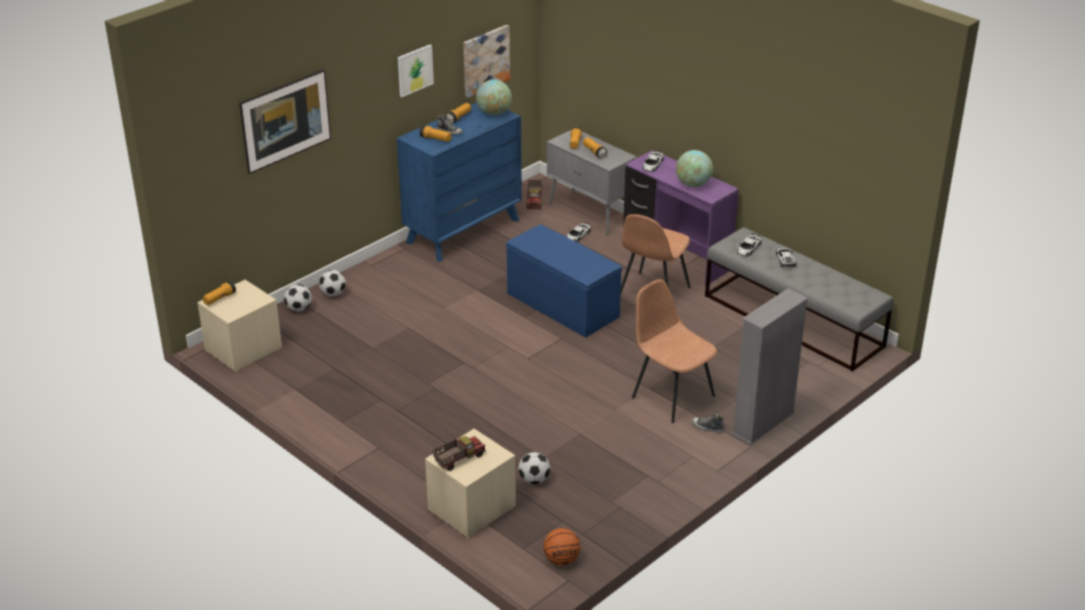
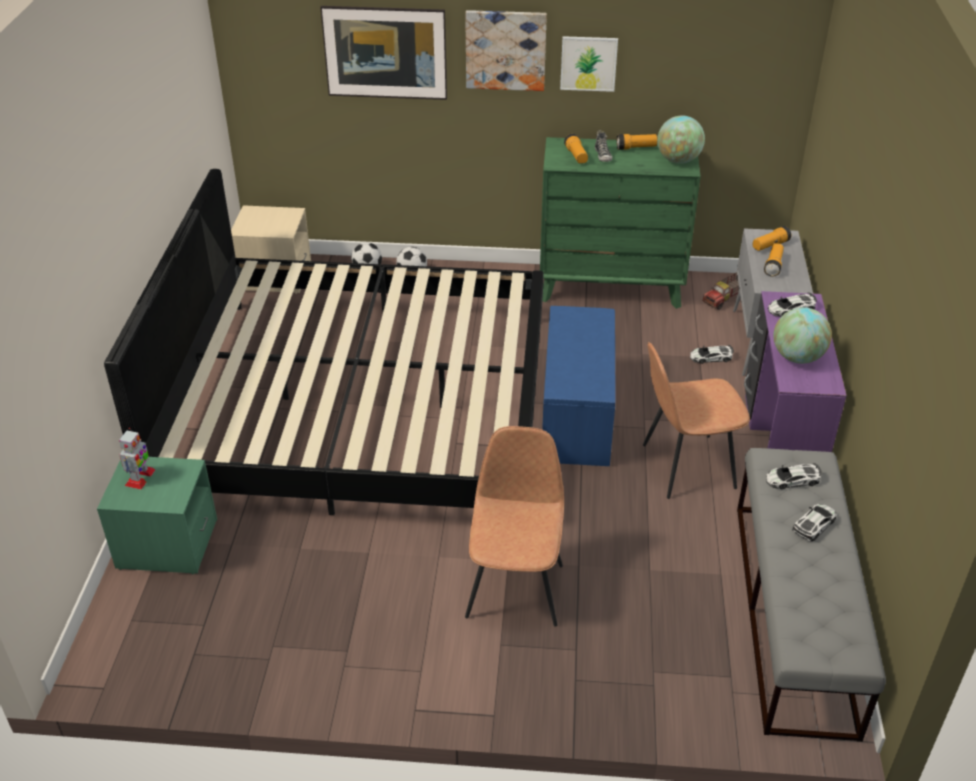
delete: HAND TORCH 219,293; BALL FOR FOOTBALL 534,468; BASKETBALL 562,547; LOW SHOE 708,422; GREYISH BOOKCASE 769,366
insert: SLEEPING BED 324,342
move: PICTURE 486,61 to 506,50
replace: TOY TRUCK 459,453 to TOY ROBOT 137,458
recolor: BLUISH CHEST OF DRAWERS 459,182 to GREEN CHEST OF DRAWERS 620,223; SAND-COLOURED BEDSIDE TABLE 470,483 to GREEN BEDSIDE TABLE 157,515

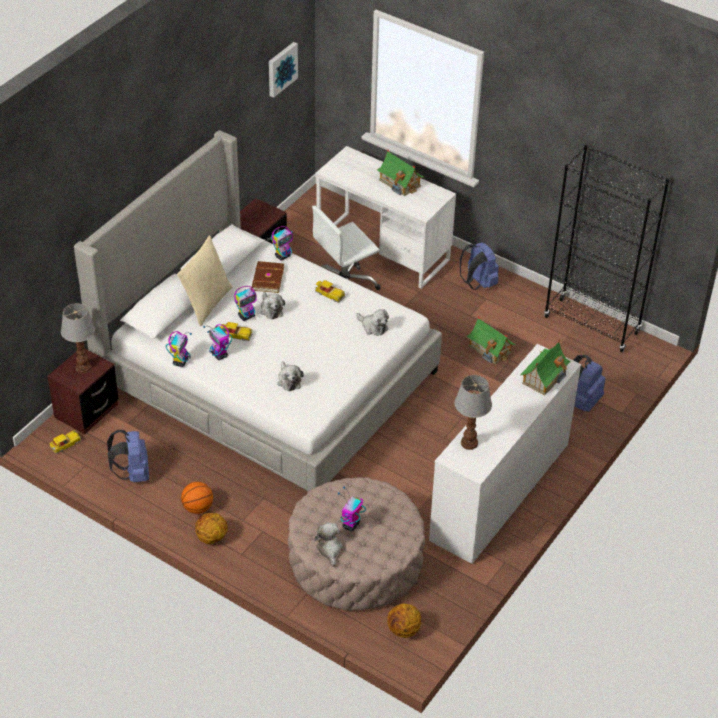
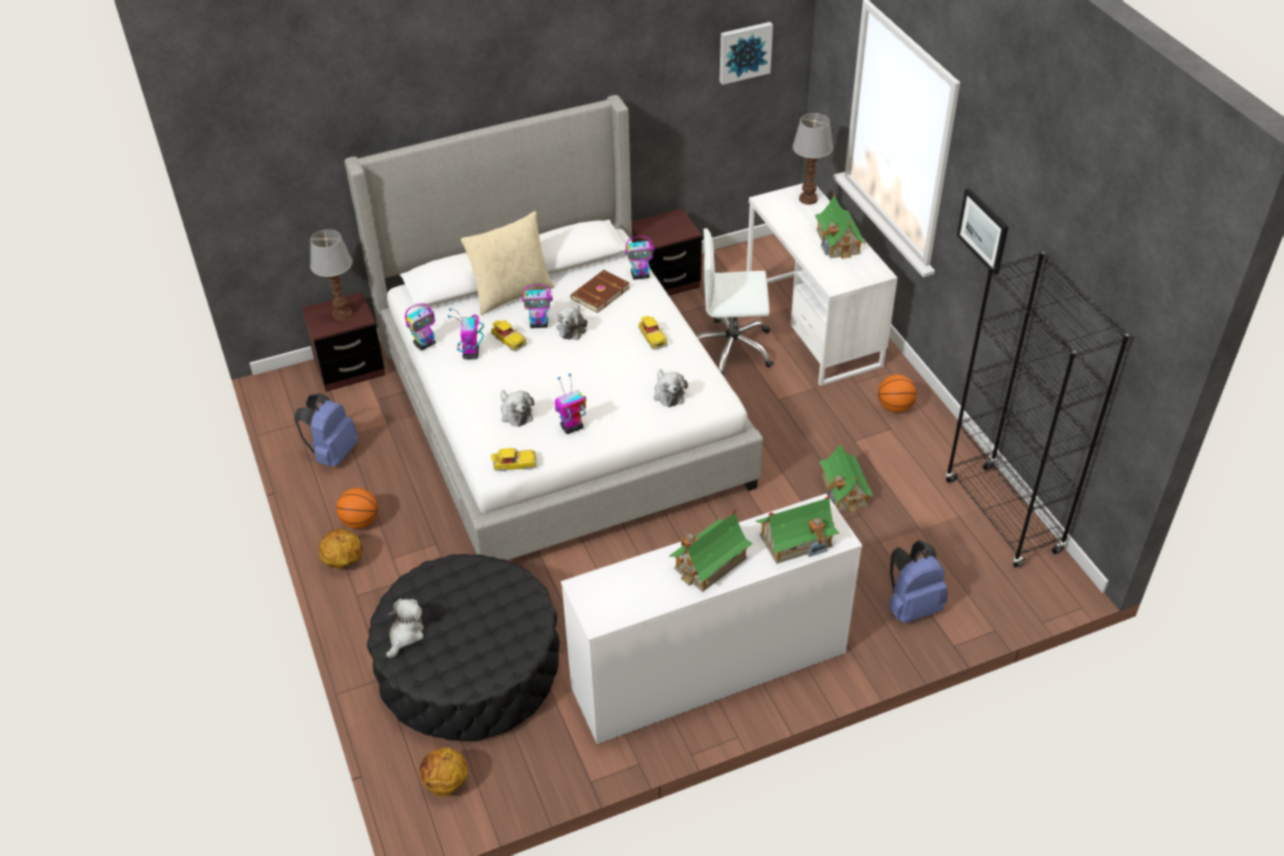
insert: MODEL HOUSE 711,551; PICTURE 982,231
move: MODEL CAR 65,441 to 514,459; TOY ROBOT 352,509 to 570,404; TABLETOP LAMP 473,412 to 812,159
replace: BLUISH RUCKSACK 479,266 to BASKETBALL 897,394
recolor: SAND-COLOURED POUFFE 356,544 to BLACK POUFFE 463,647
rotate: SOFT TOY 290,376 = 517,408 45 degrees counterclockwise

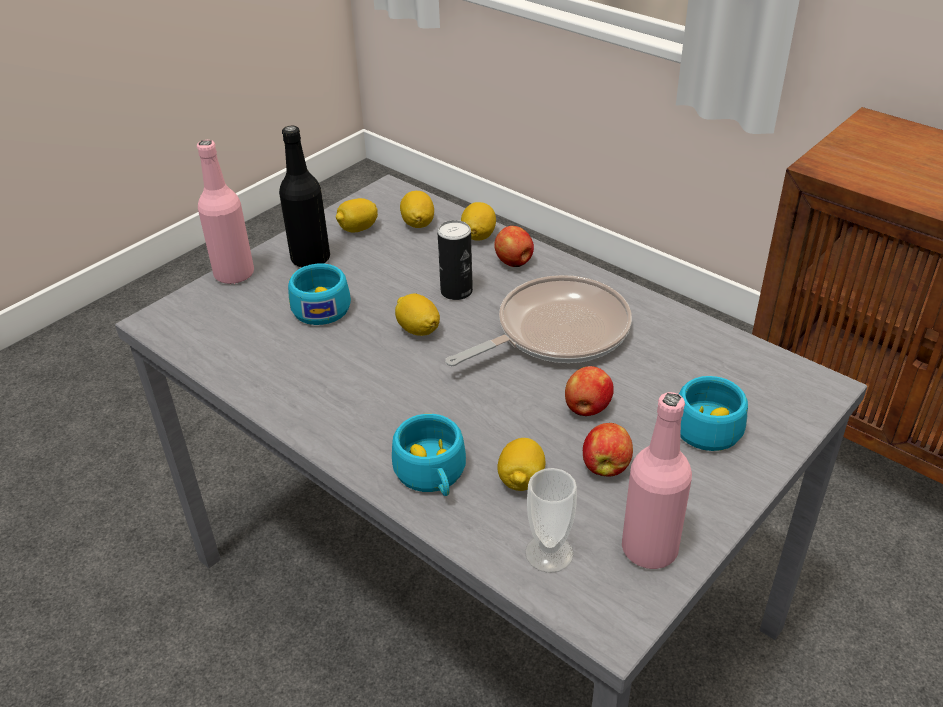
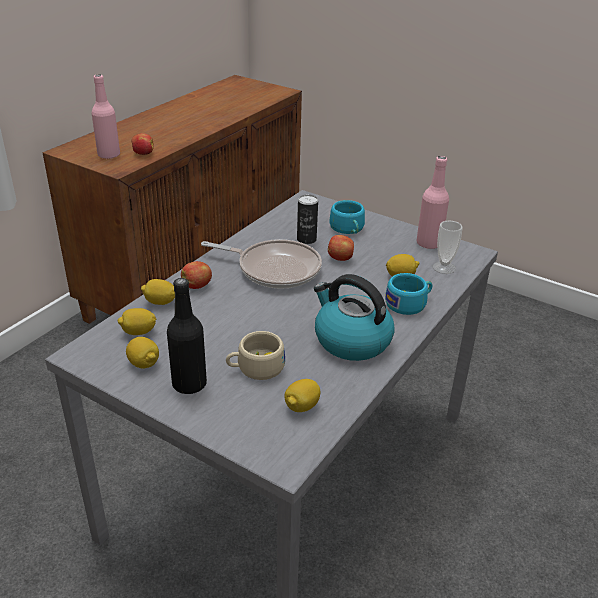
insert: KETTLE 354,317
move: PINK DRINK BOTTLE 225,212 to 106,116; WHOLE LEMON 417,315 to 302,395; METAL CAN 455,260 to 307,219; APPLE FRUIT 608,449 to 142,144
recolor: TURQUOISE SMALL CUP 319,294 to SAND-COLOURED SMALL CUP 255,355
rotate: SKILLET 538,321 = 261,264 150 degrees clockwise

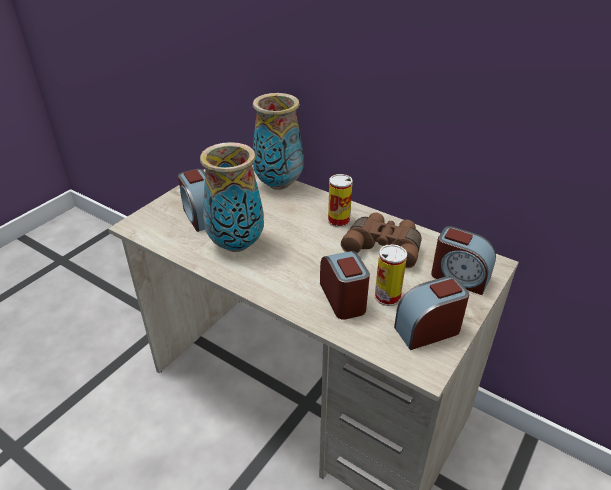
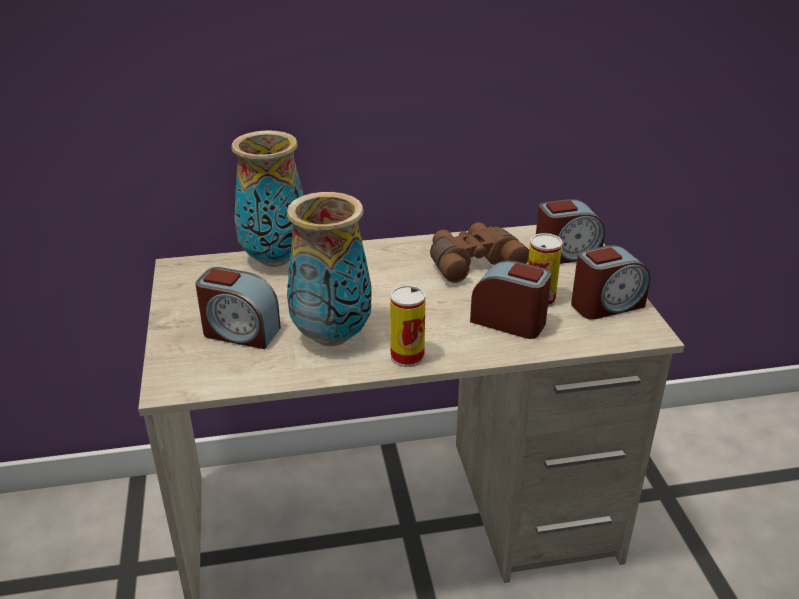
move: METAL CAN 340,200 to 408,326
rotate: TABLE CLOCK 431,313 = 610,282 135 degrees counterclockwise

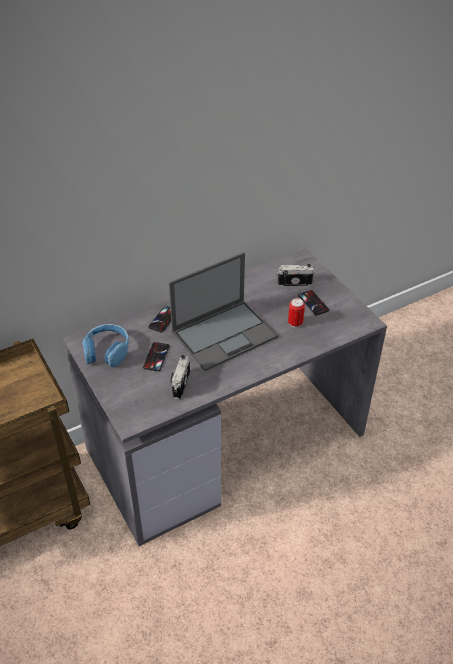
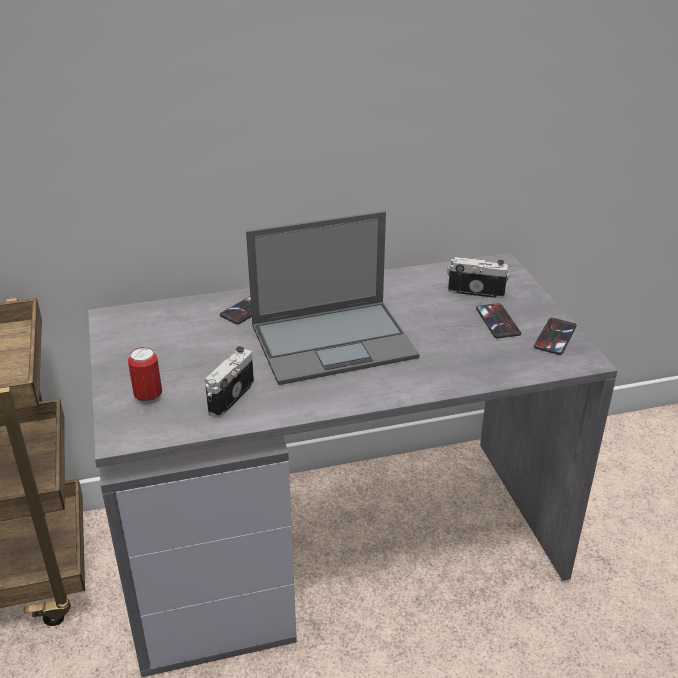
delete: BLUISH HEADSET 106,345
move: PHONE 156,356 to 555,336; METAL CAN 296,313 to 145,375

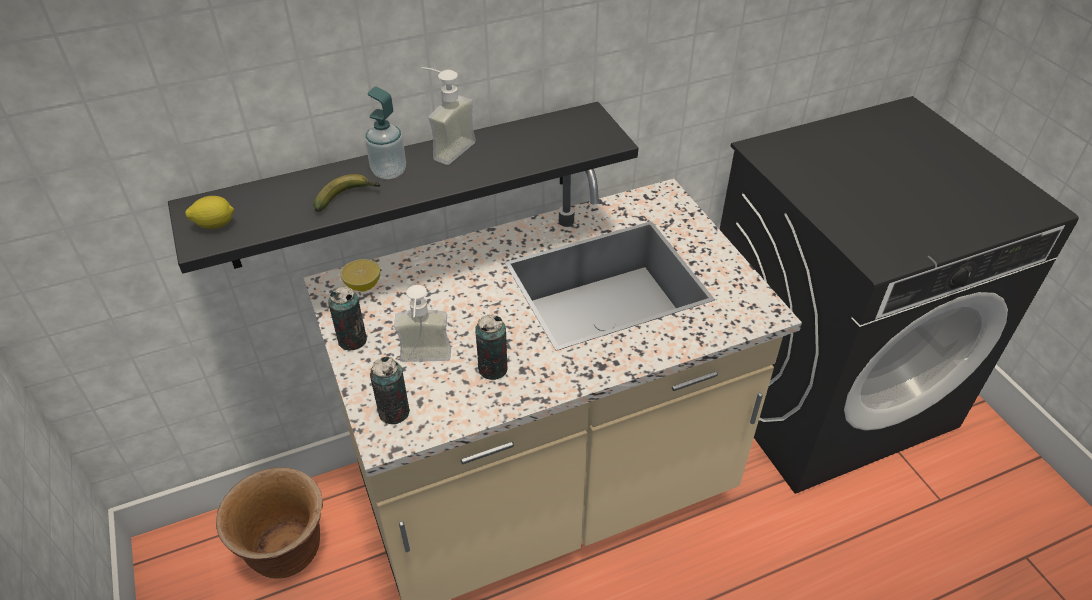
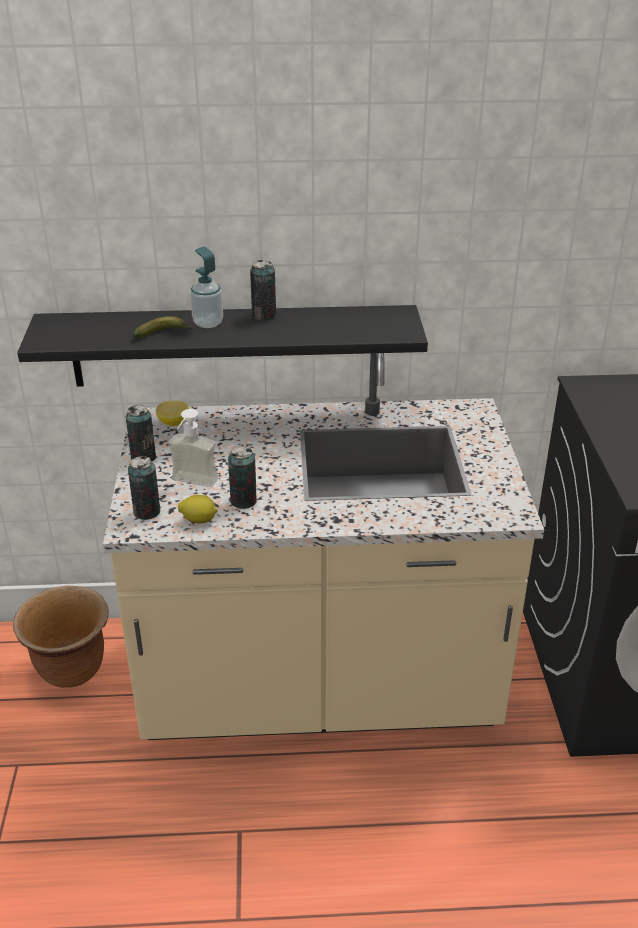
move: WHOLE LEMON 209,212 to 198,509
replace: SOAP DISPENSER 448,116 to METAL CAN 263,290

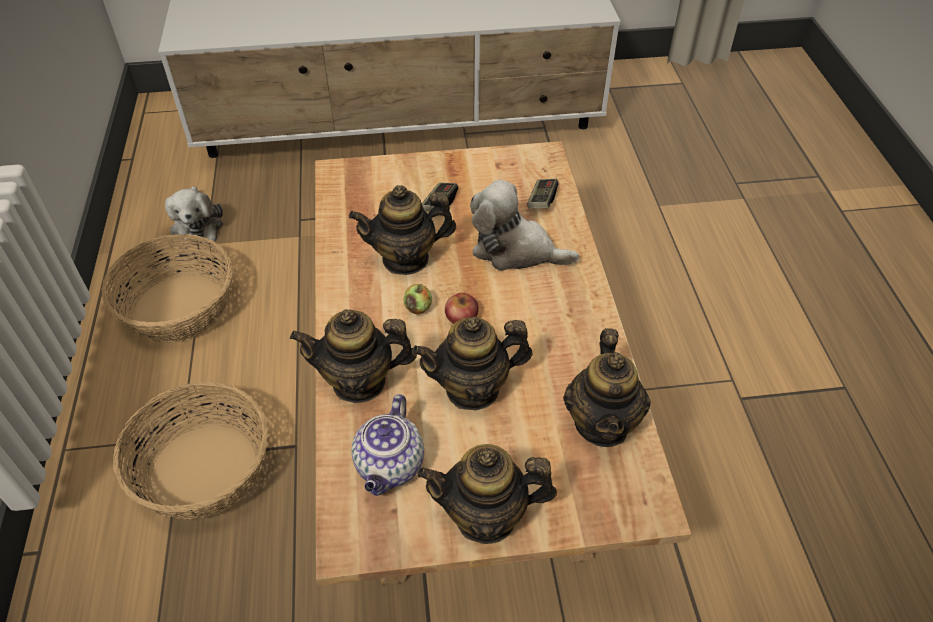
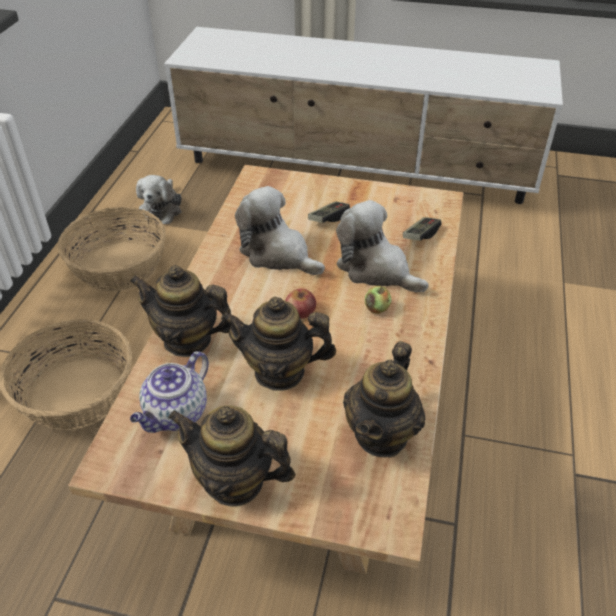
move: APPLE FRUIT 418,299 to 378,300
replace: POT FOR TEA 402,230 to SOFT TOY 280,230

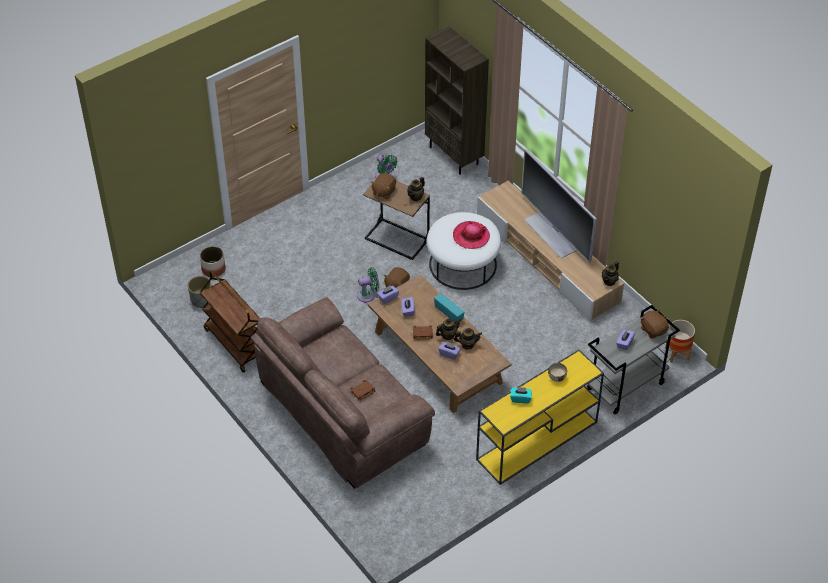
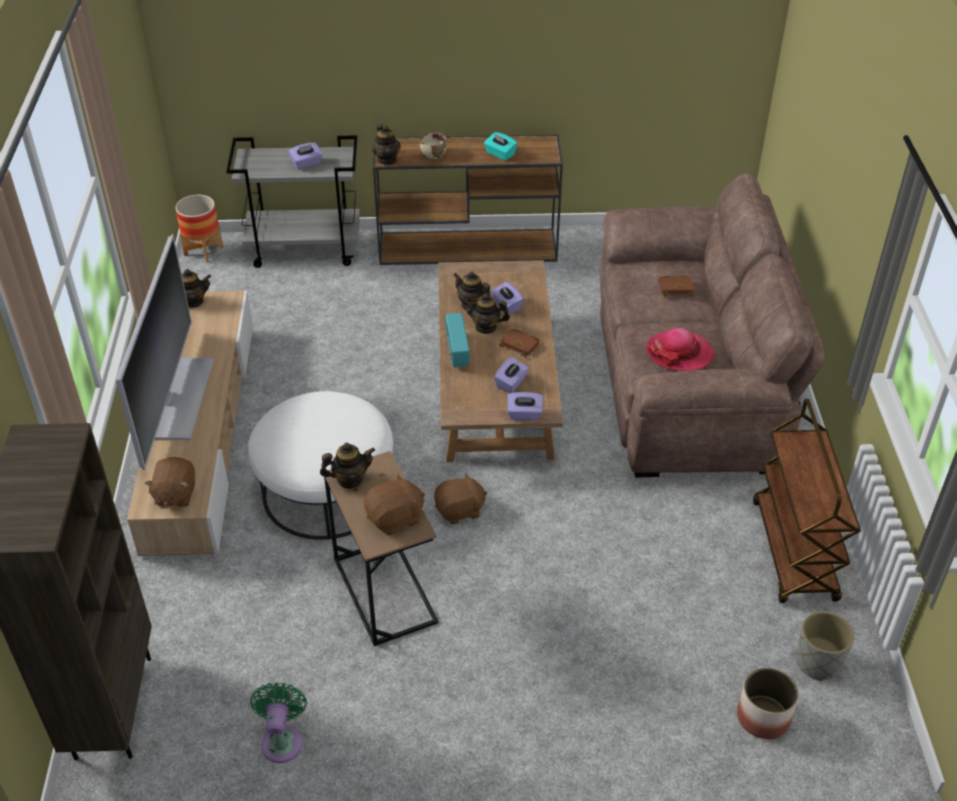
delete: GREEN ELECTRIC FAN 368,284
insert: POT FOR TEA 386,144
move: CLOTHING HAT 471,235 to 680,349; BROWN SOFT TOY 655,324 to 169,482
recolor: YELLOWISH HALL TABLE 540,417 to BROWN HALL TABLE 468,200

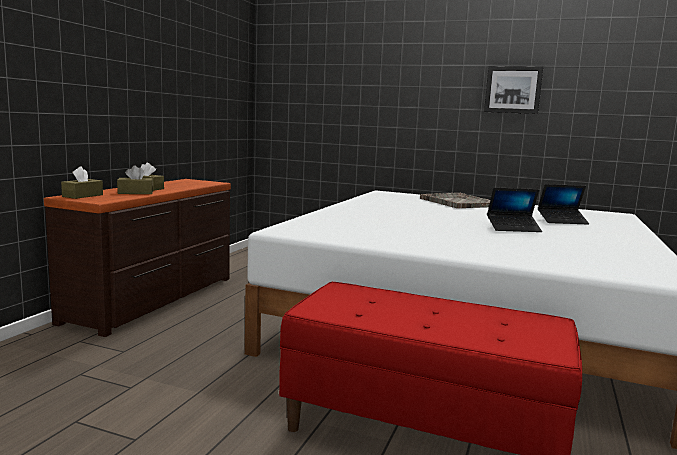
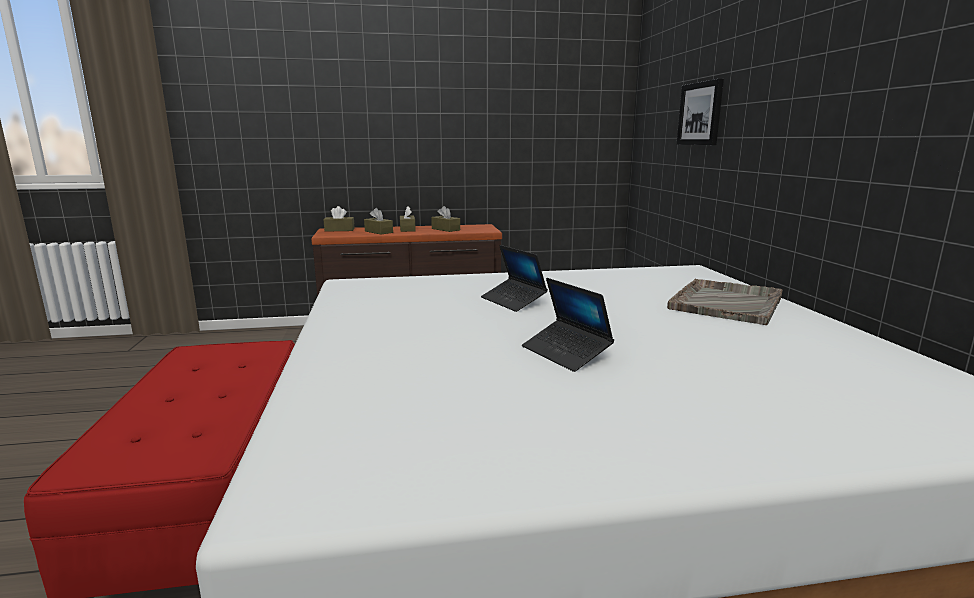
insert: BROWN TISSUE BOX 445,219
move: PICTURE 513,90 to 700,112; PORTABLE COMPUTER 563,204 to 514,278

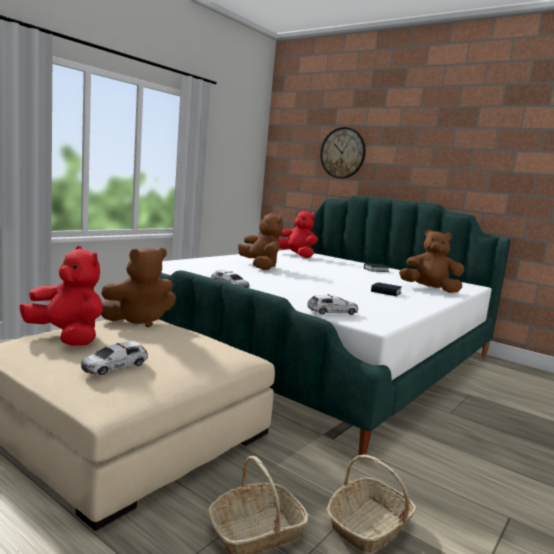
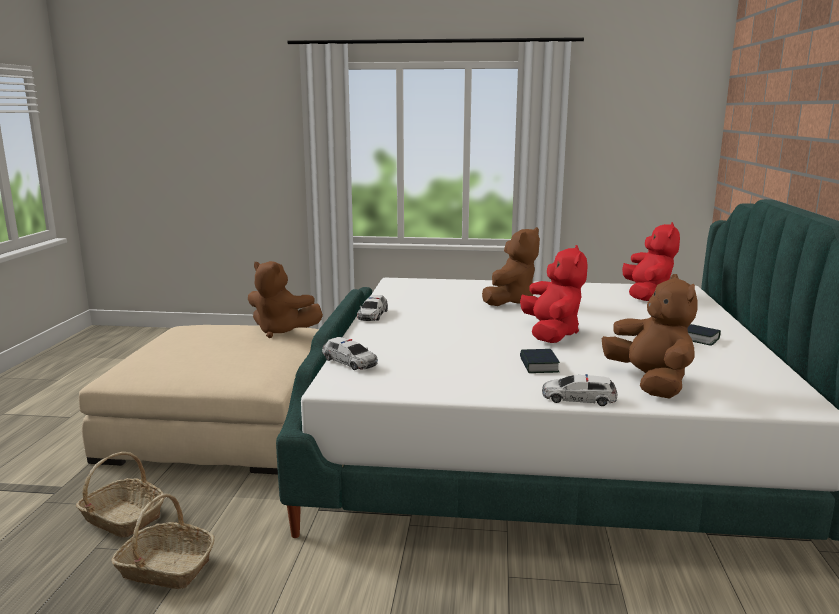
delete: CLOCK ON THE WALL 343,153
move: RED SOFT TOY 61,296 to 554,294; MODEL CAR 114,358 to 579,390

